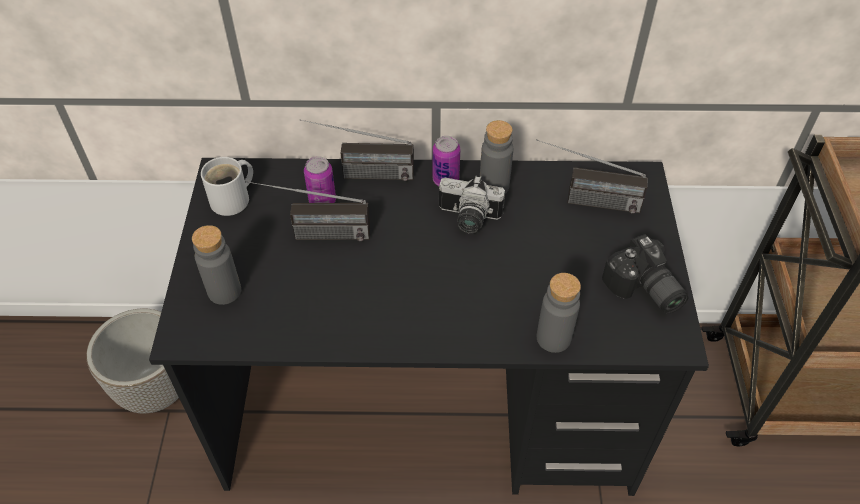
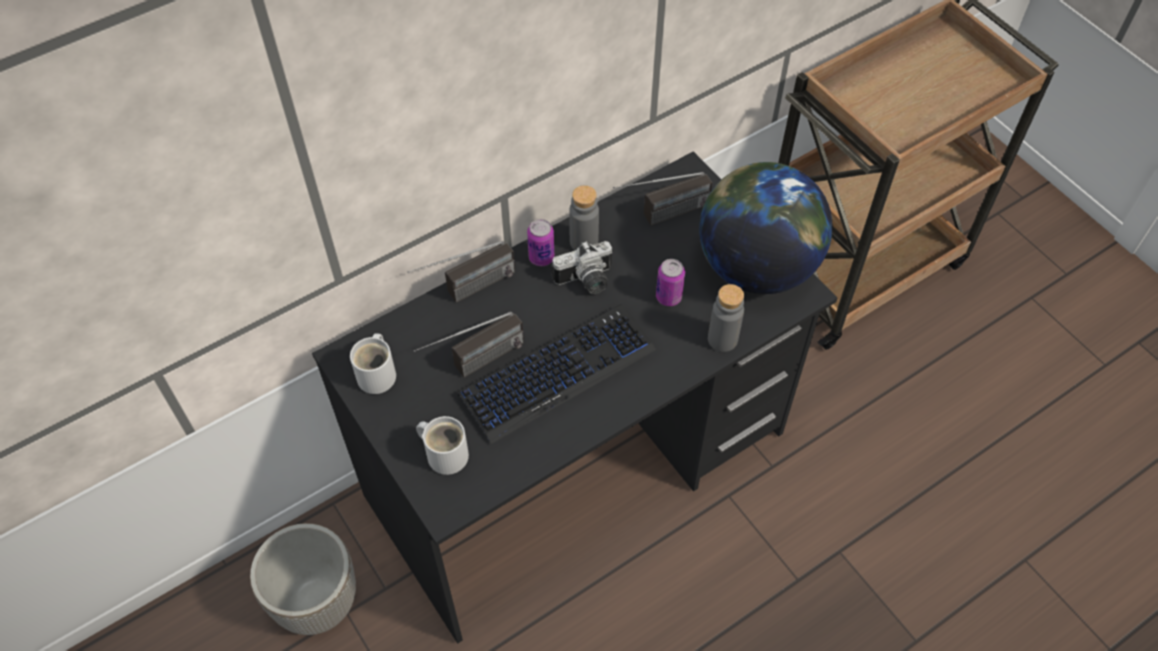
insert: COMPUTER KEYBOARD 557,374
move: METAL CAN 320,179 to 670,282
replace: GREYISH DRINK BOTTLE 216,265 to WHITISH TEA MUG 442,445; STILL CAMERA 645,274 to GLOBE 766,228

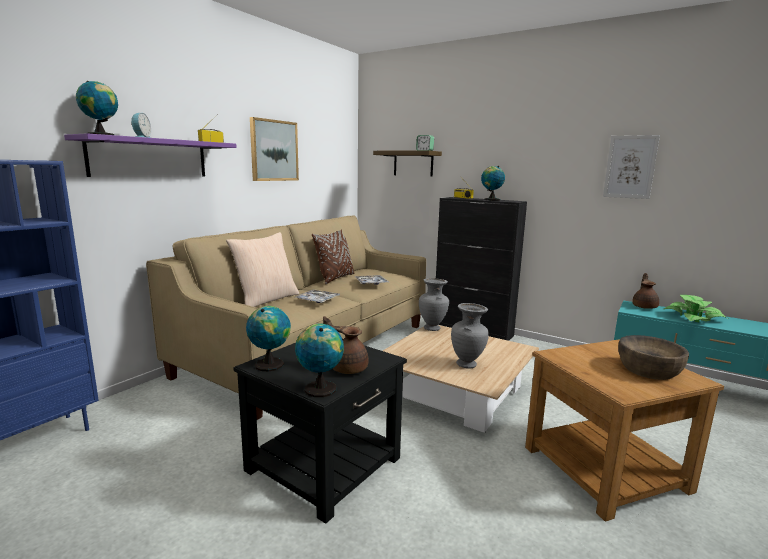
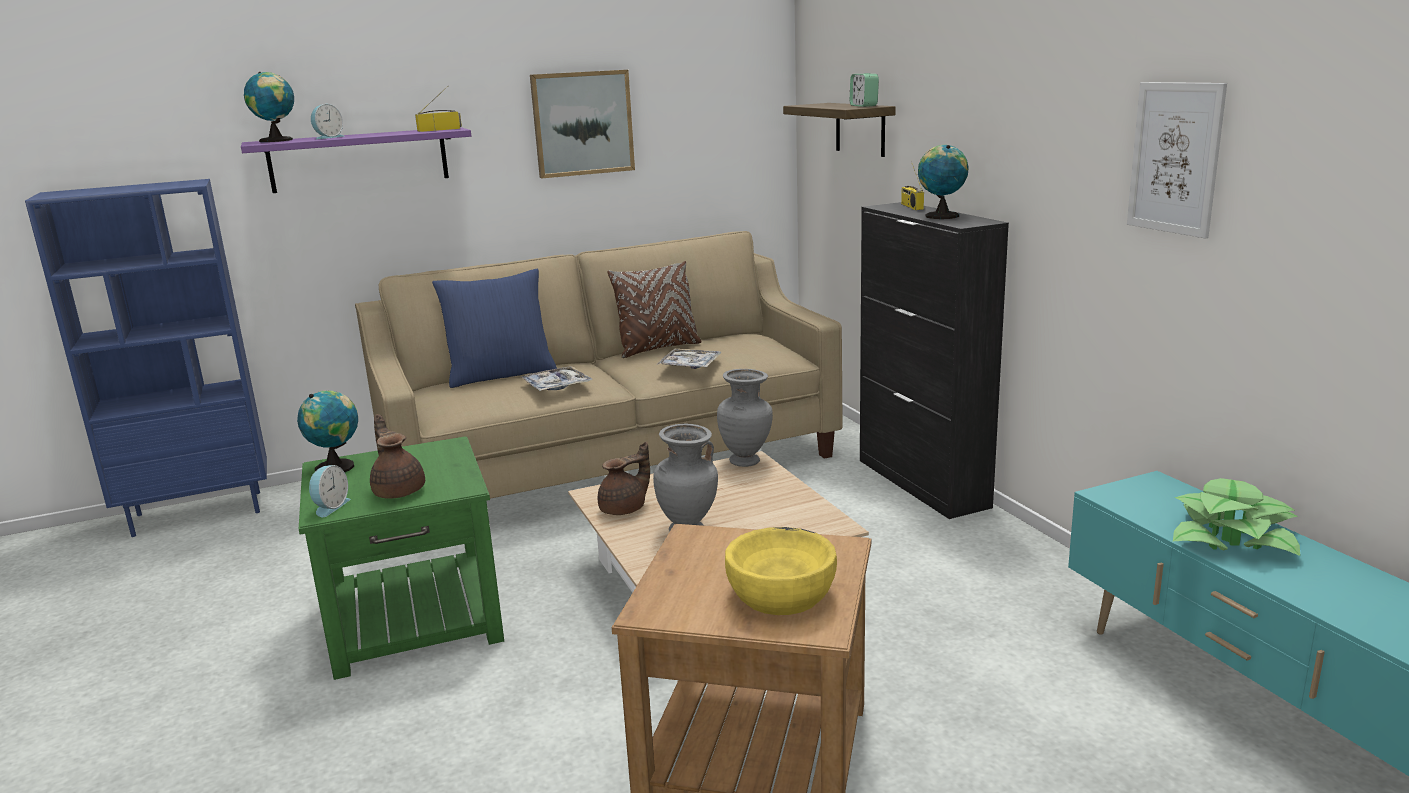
move: BROWN POT FOR TEA 645,291 to 624,478
replace: GLOBE 319,360 to TABLE CLOCK 329,491
recolor: SAND-COLOURED PILLOW 262,269 to BLUISH PILLOW 494,328; BLACK SIDE TABLE 320,433 to GREEN SIDE TABLE 401,558; BROWN SERVING BOWL 653,357 to YELLOWISH SERVING BOWL 781,571

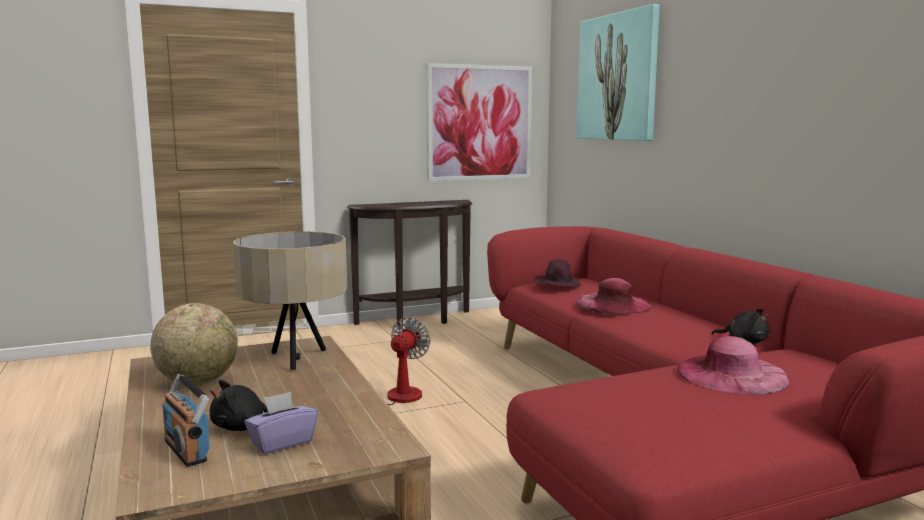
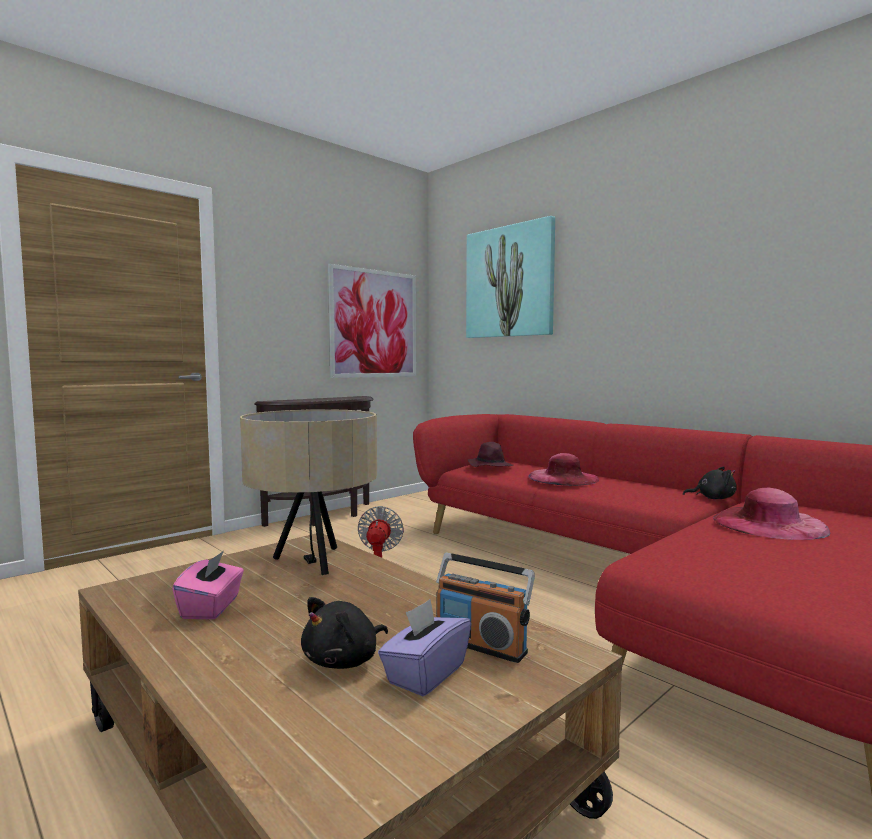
move: RADIO SET 186,420 to 485,608
replace: GLOBE 194,344 to PINK TISSUE BOX 208,585

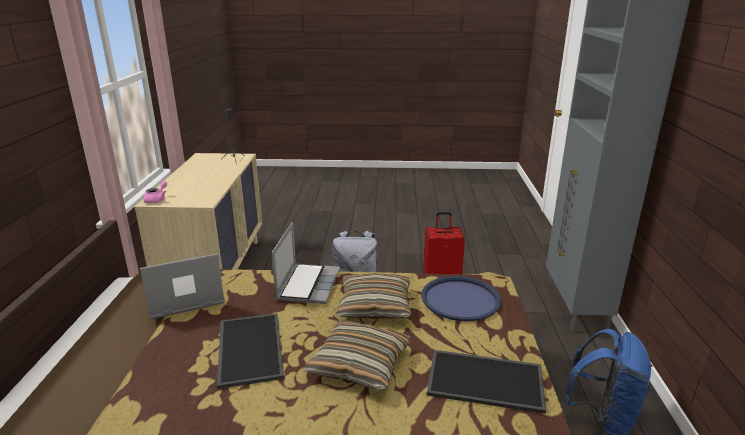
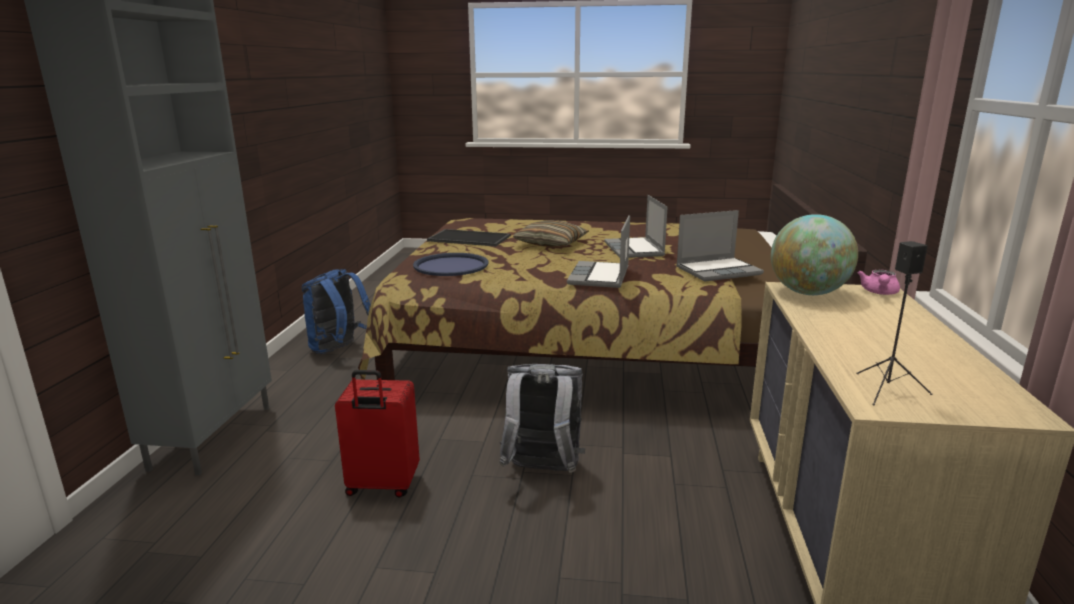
delete: PILLOW 374,296
insert: GLOBE 814,254
replace: SERVING TRAY 250,351 to PORTABLE COMPUTER 636,226

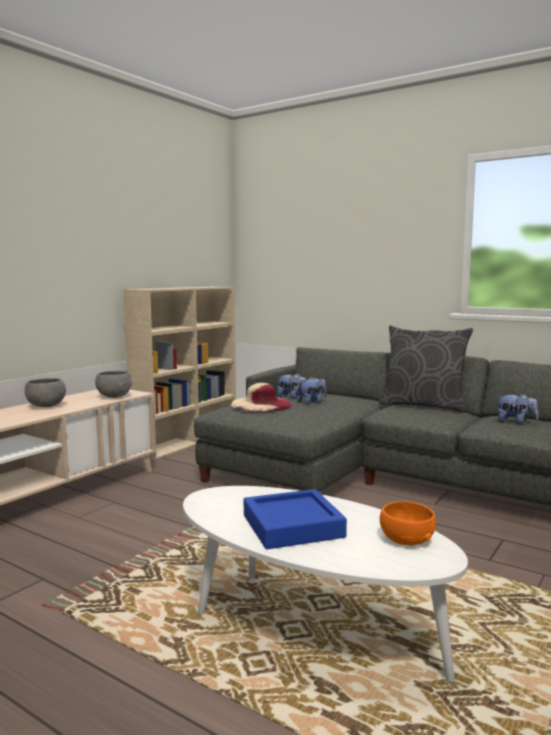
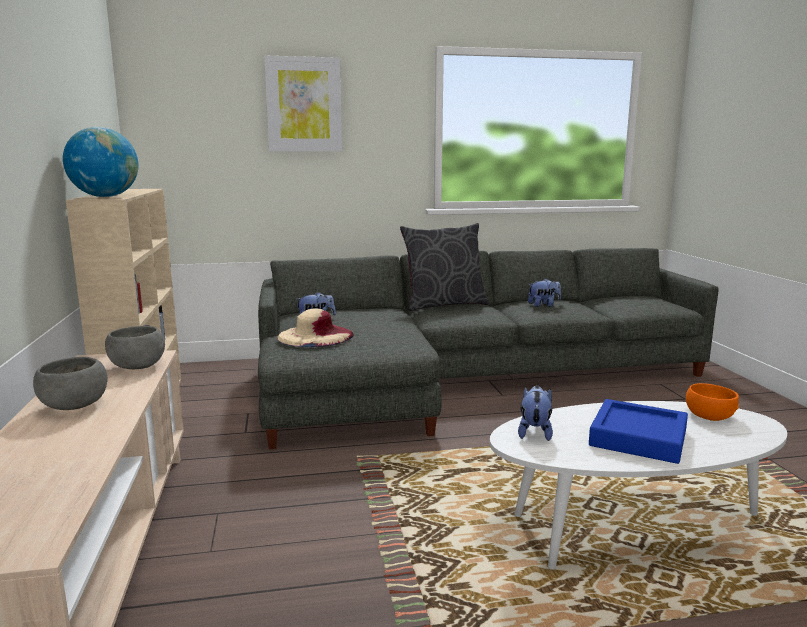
insert: GLOBE 101,162; PICTURE 303,104
move: SOFT TOY 312,391 to 535,413

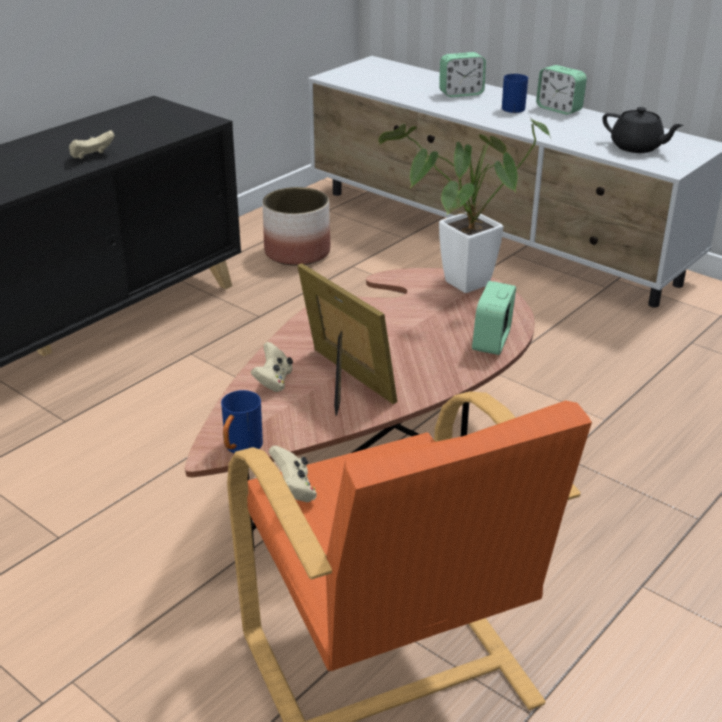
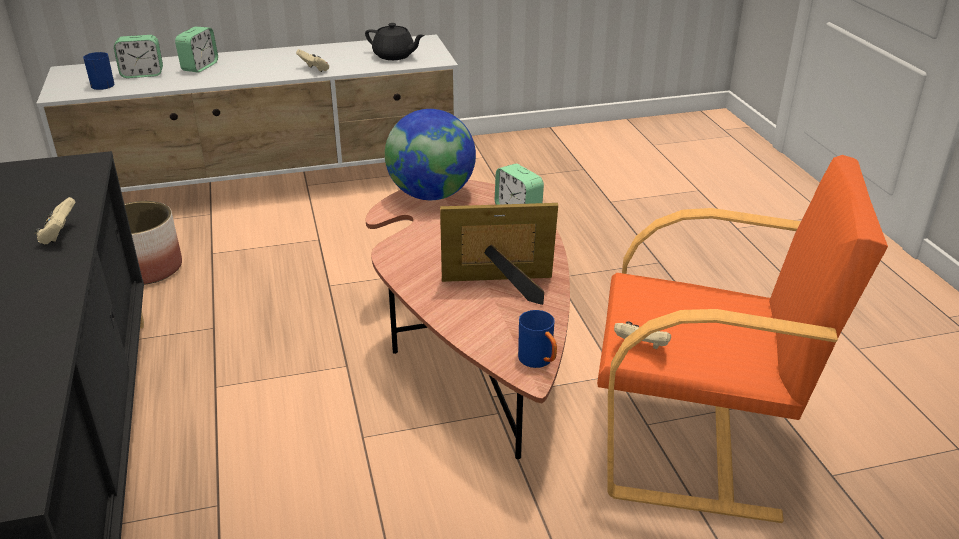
move: SAND-COLOURED JOYPAD 272,367 to 312,60; BLUISH TEA MUG 515,93 to 99,71; TABLE CLOCK 561,90 to 138,56
replace: HOUSEPLANT 464,204 to GLOBE 430,154
rotate: BLACK POT FOR TEA 643,130 = 395,41 45 degrees clockwise

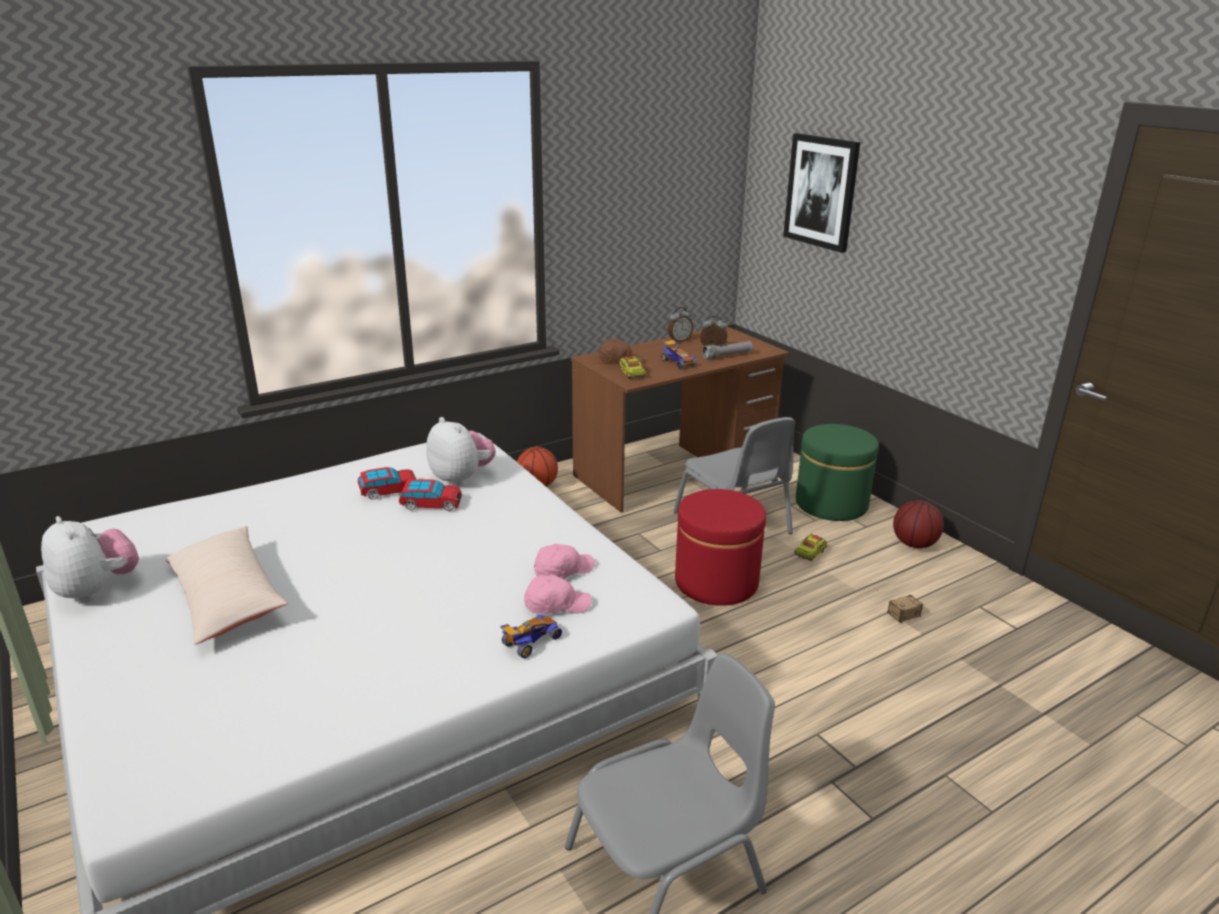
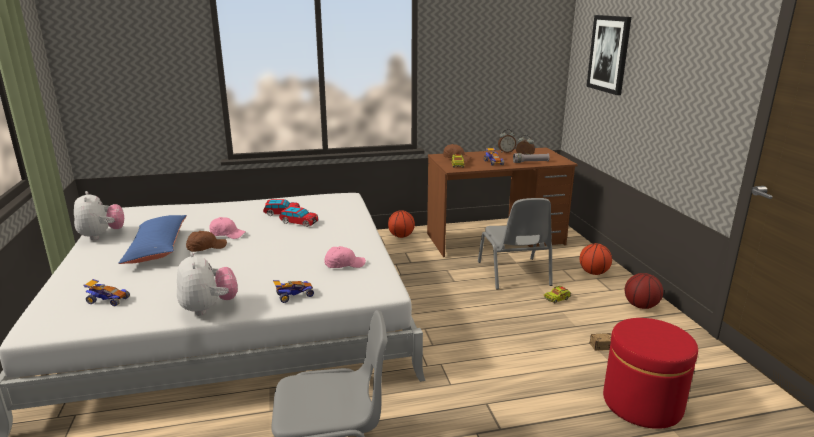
insert: MODEL CAR 106,292; BROWN BASEBALL CAP 206,241
move: SOFT TOY 461,451 to 207,284; PINK BASEBALL CAP 558,594 to 228,228; RED POUFFE 720,547 to 650,373
replace: GREEN POUFFE 837,472 to BASKETBALL 596,259
recolor: SAND-COLOURED PILLOW 226,585 to BLUISH PILLOW 152,239

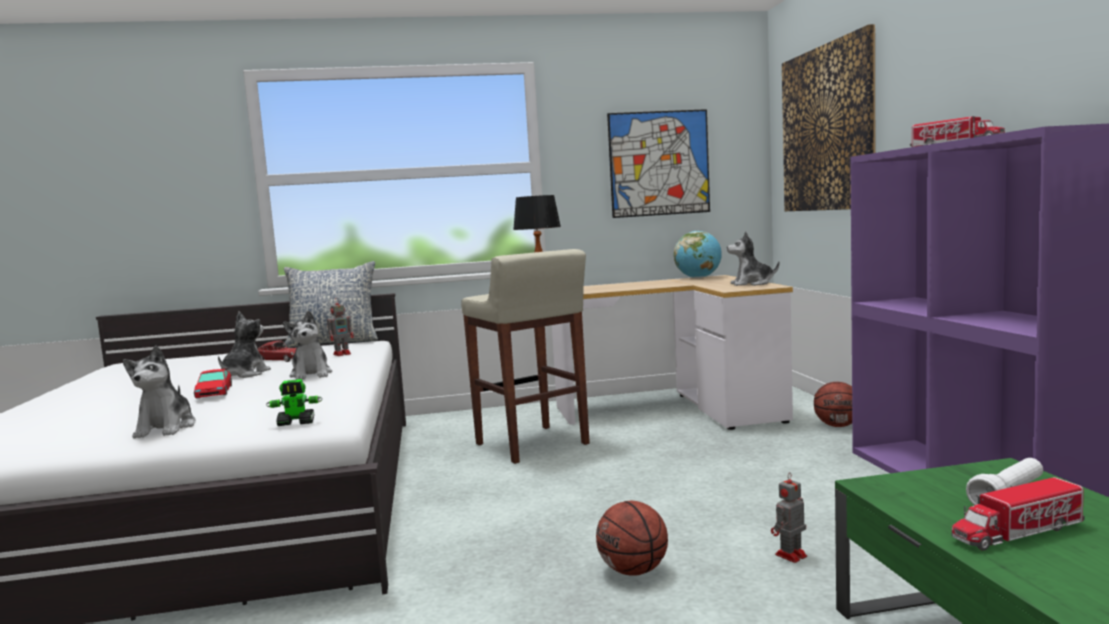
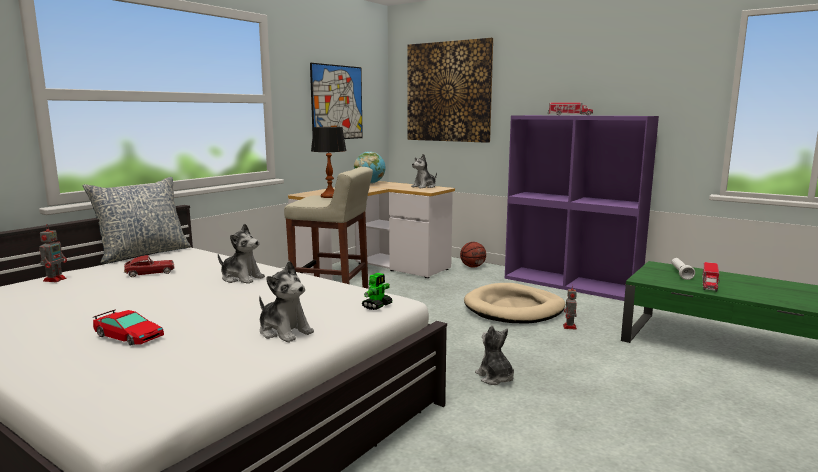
delete: BASKETBALL 632,538
insert: SAND-COLOURED DOG CUSHION 514,303
move: MODEL CAR 213,383 to 128,327; SOFT TOY 244,345 to 494,355; TOY ROBOT 340,327 to 53,253

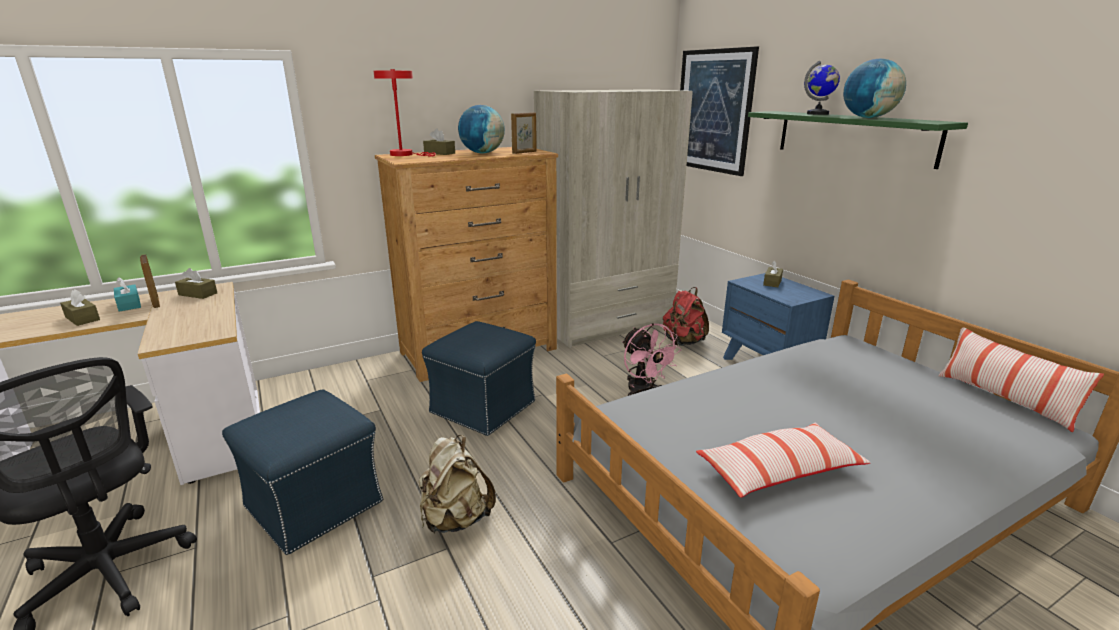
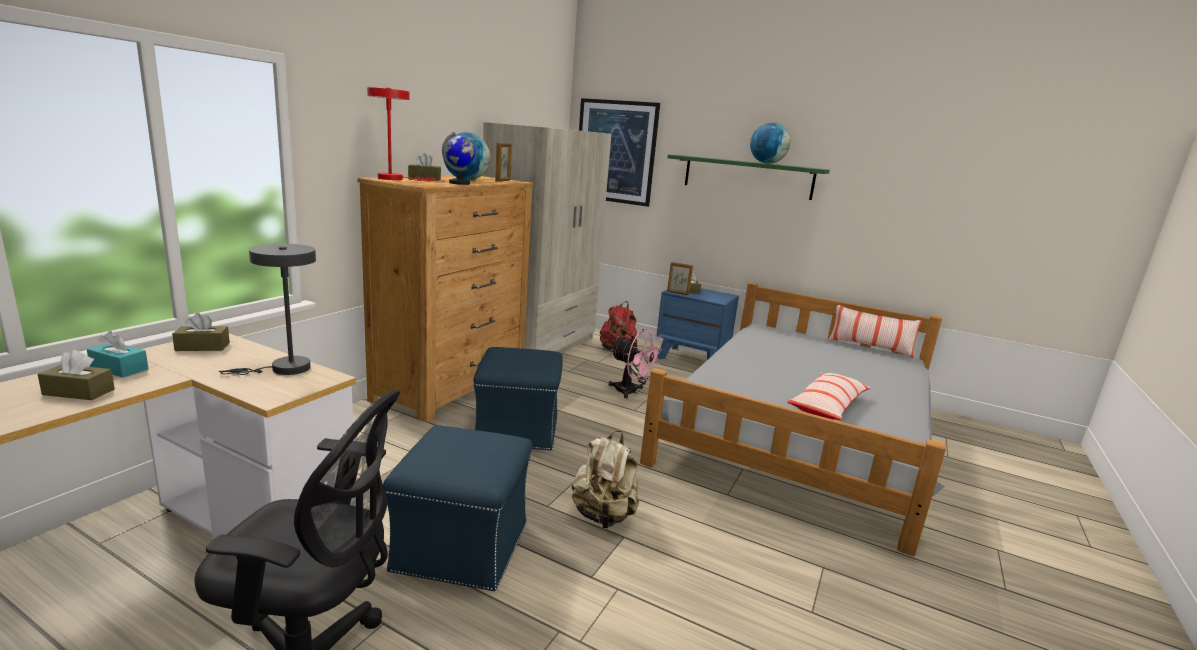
insert: GREYISH TABLETOP LAMP 267,309
move: PHOTO FRAME 150,281 to 680,278; GLOBE 822,87 to 458,158

